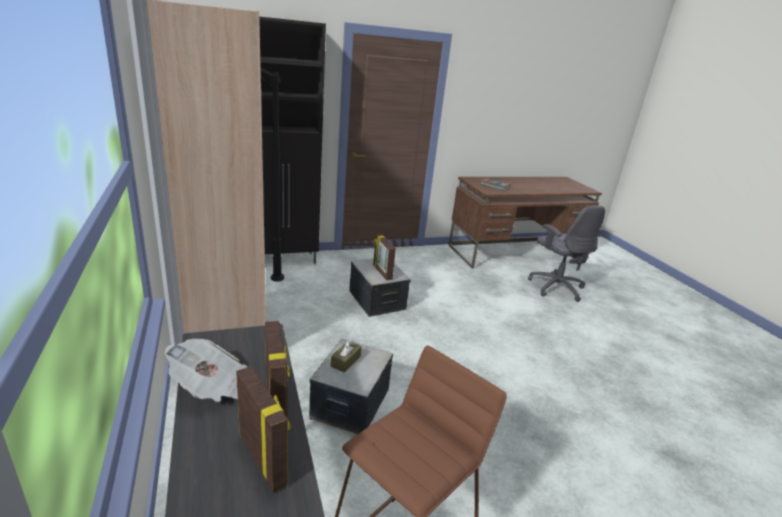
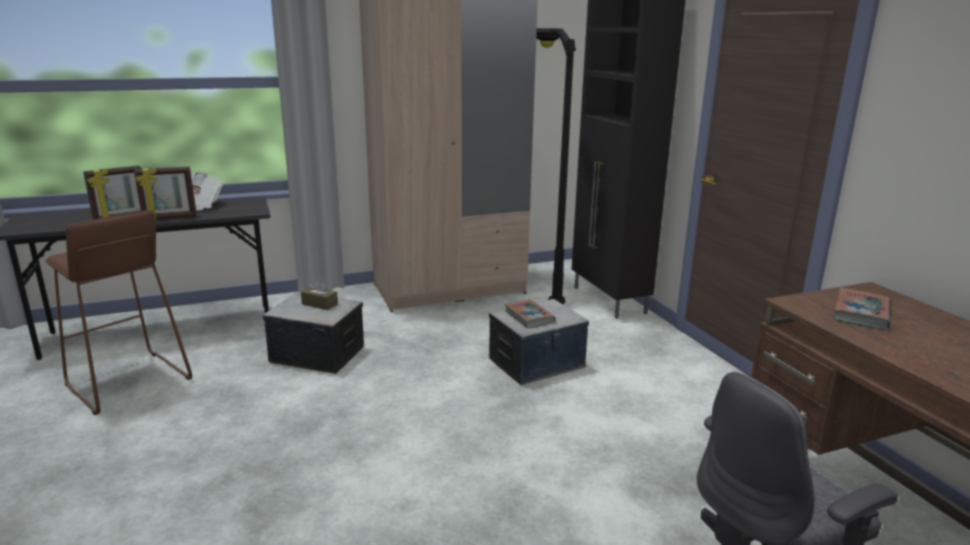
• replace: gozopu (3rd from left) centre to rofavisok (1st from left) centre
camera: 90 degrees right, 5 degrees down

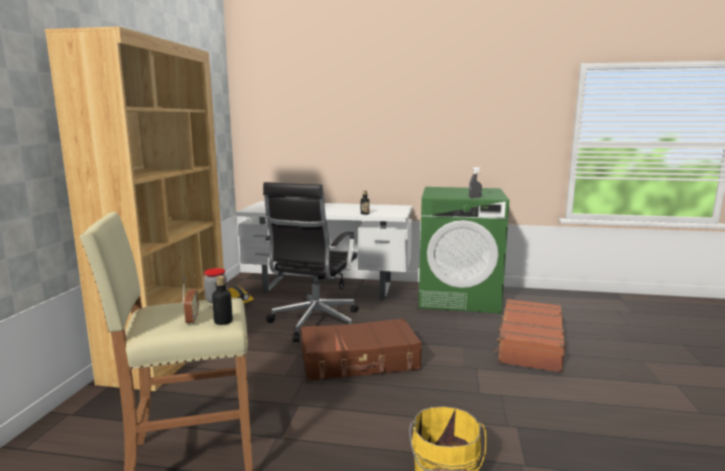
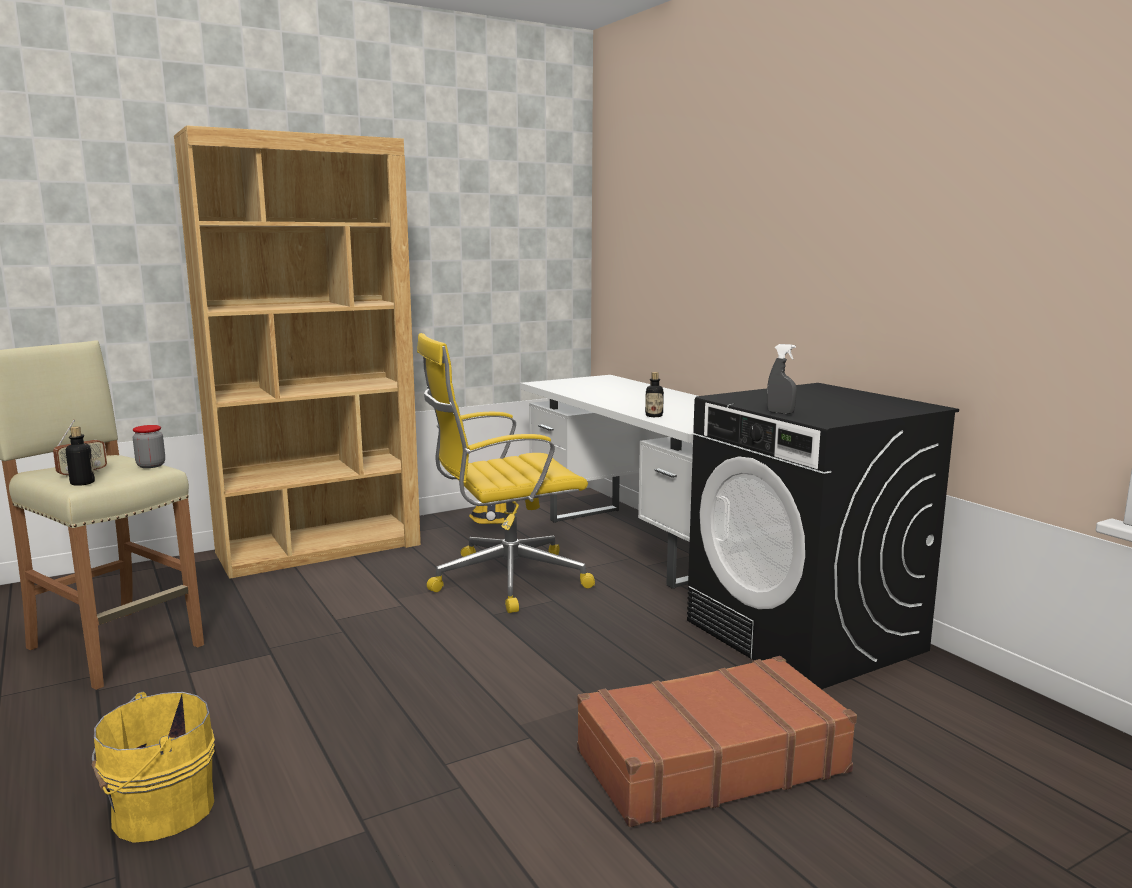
• recolor: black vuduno centre to yellow vuduno centre
• recolor: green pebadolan centre to black pebadolan middle right
• delete: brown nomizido (1st from left) bottom centre
camera: 50 degrees right, 0 degrees up

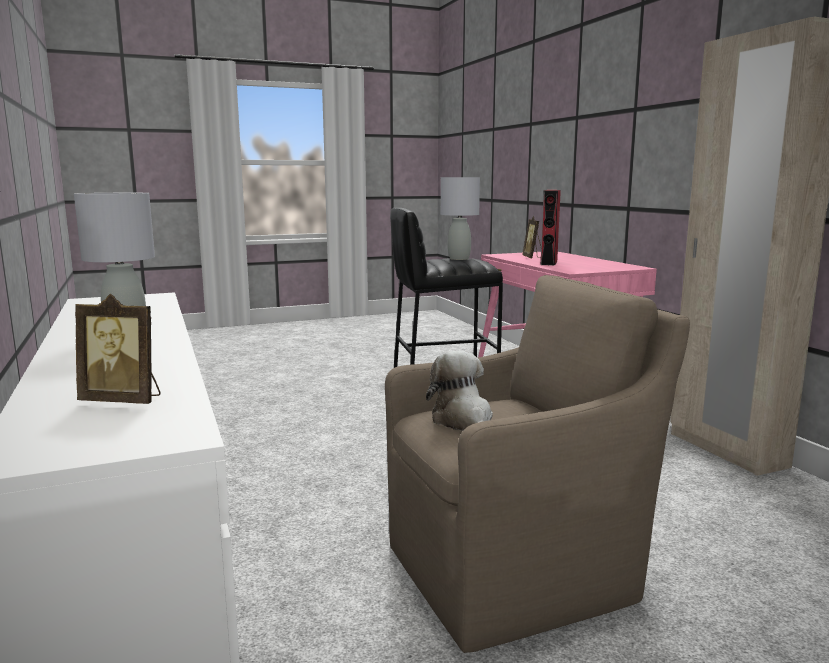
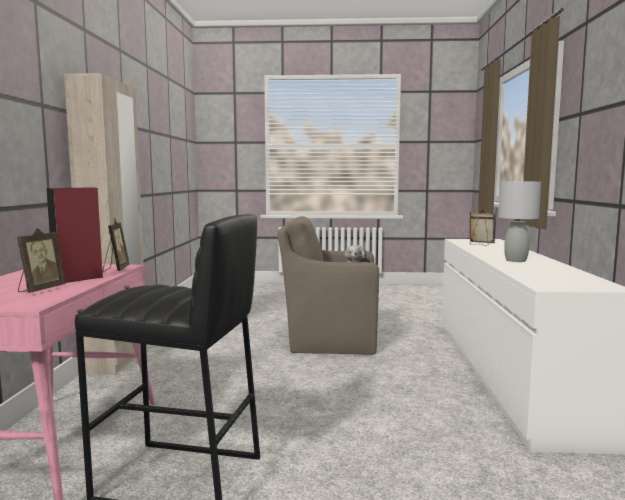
• delete: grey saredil (2nd from left) top centre
• insert: gozopu (2nd from left) middle left
camera: 155 degrees left, 5 degrees down

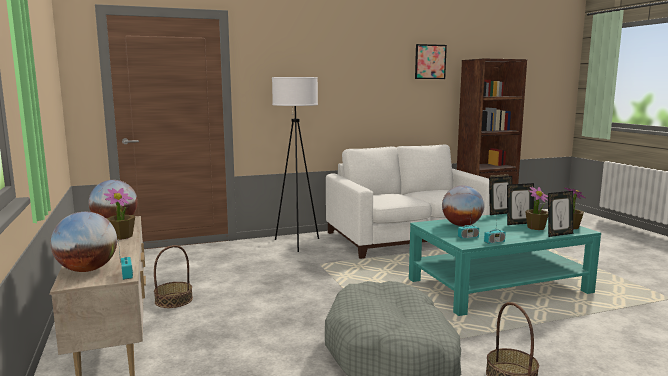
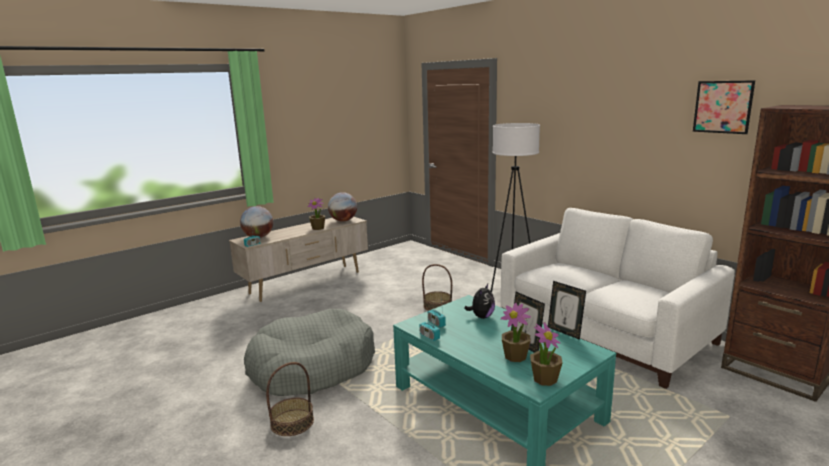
• replace: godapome (3rd from left) middle right to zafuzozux centre
• delete: gozopu (3rd from left) middle right
• move: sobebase (1st from left in the first image) bottom left to sobebase (2nd from left) centre
camera: 70 degrees right, 5 degrees up

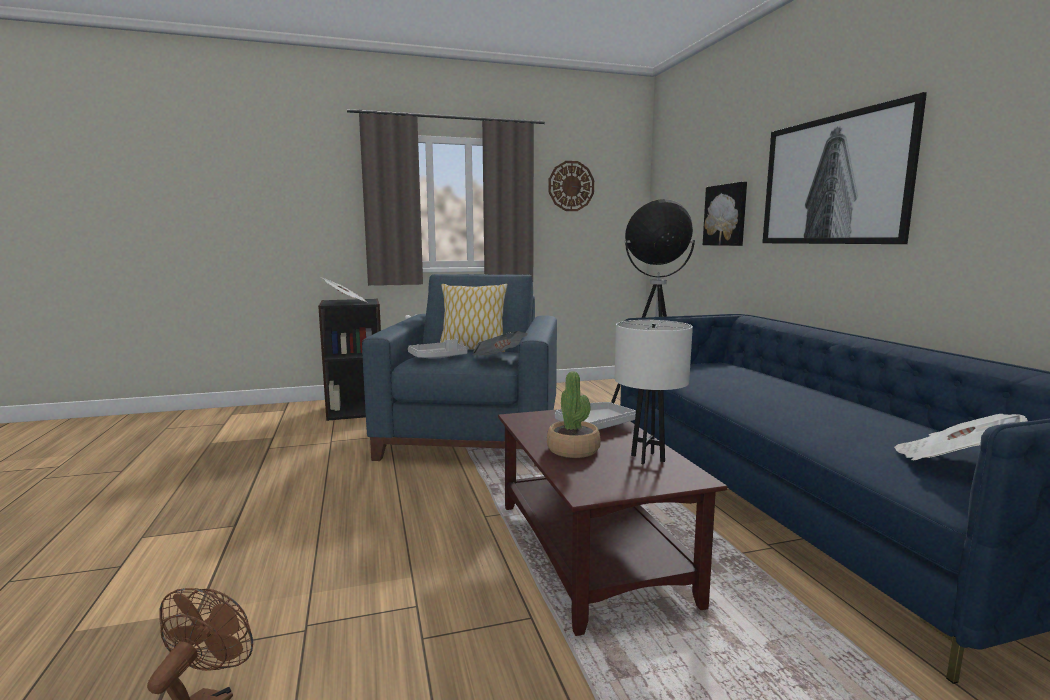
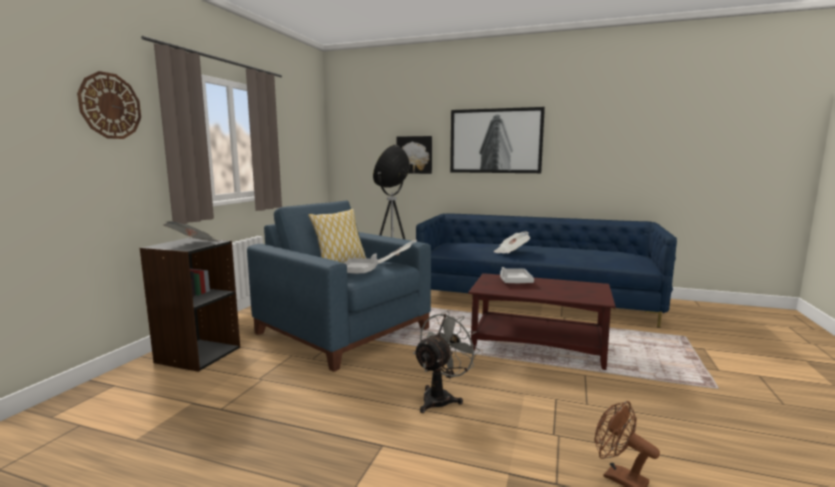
• move: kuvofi top centre to top left
• delete: white saredil centre
• delete: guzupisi centre
• move: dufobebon (3rd from left) middle right to centre
• insert: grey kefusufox bottom centre
camera: 55 degrees left, 0 degrees up

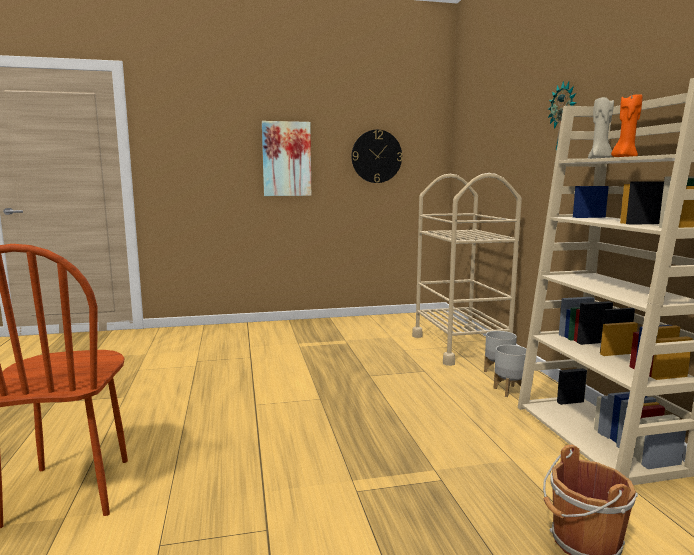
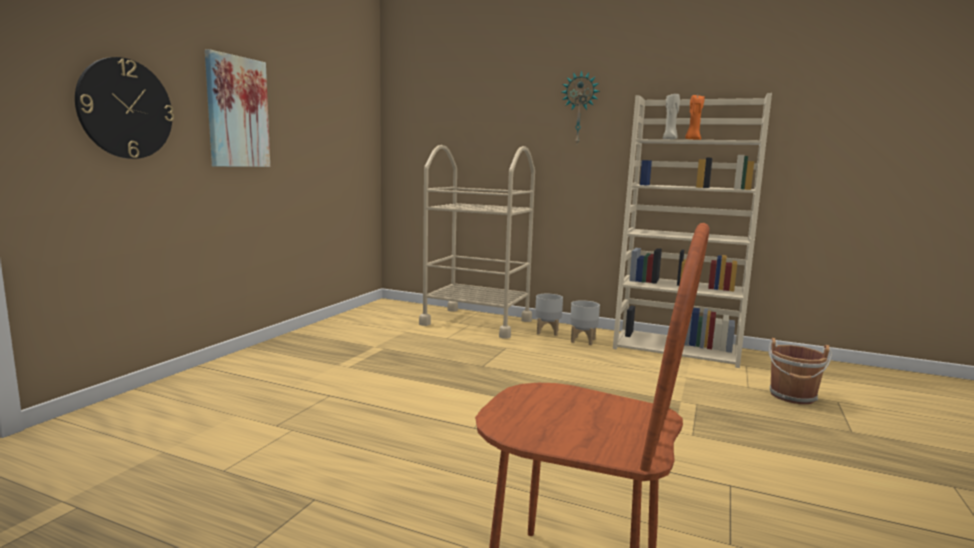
• move: kuvofi (1st from left) top centre to top left
camera: 55 degrees left, 0 degrees up

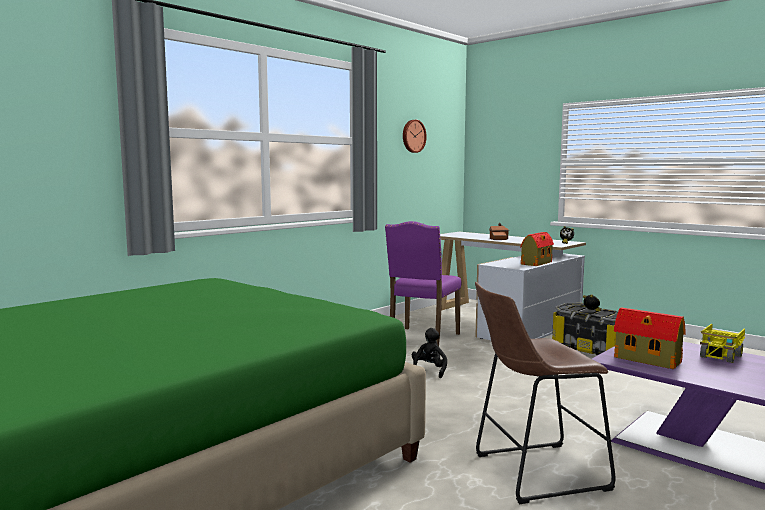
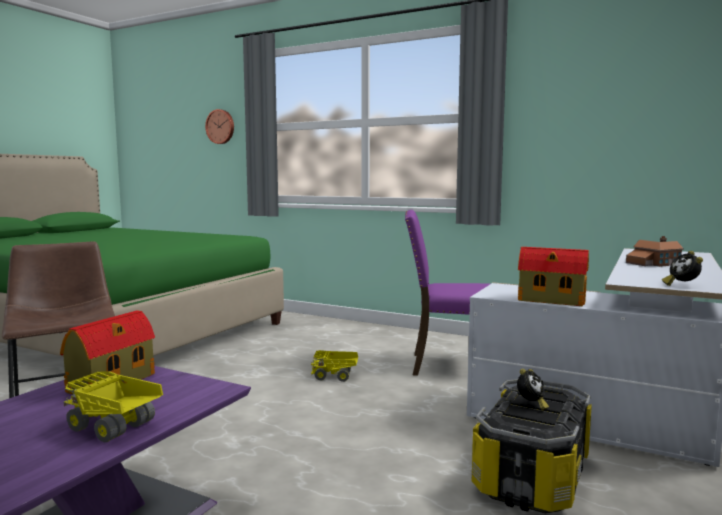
• move: kuvofi top centre to top left
• replace: black zafuzozux bottom centre to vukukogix (2nd from left) bottom centre
camera: 75 degrees right, 0 degrees up

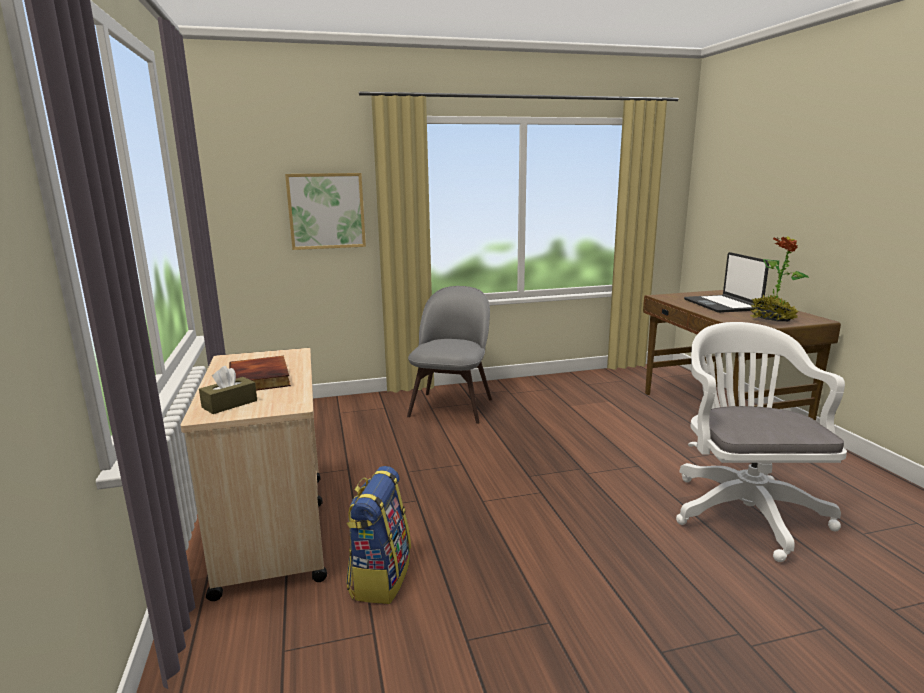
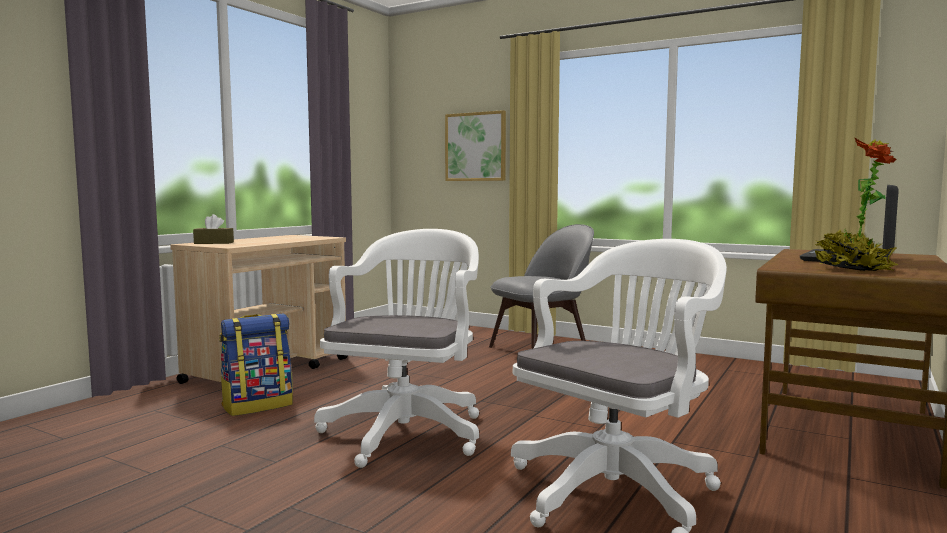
• delete: rofavisok middle left
• insert: white vuduno (1st from left) centre
camera: 45 degrees right, 10 degrees down

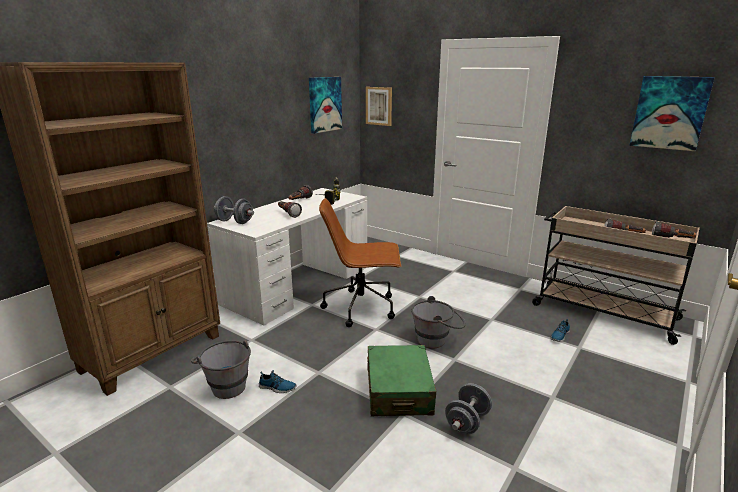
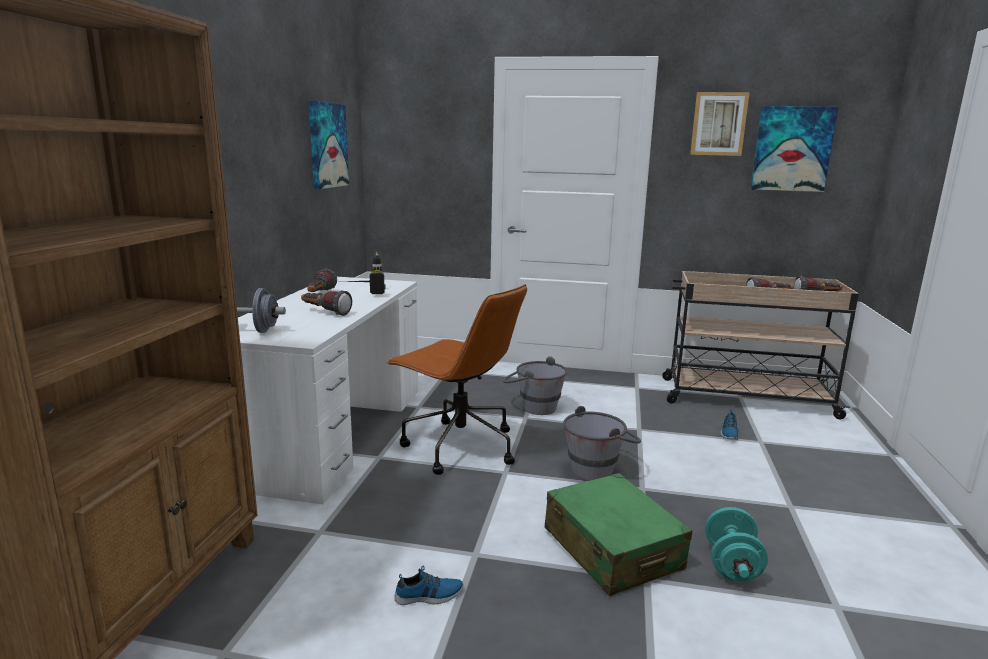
• move: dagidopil (2nd from left) top centre to top right
• rotate: brown vuduno centre = centre 120 degrees counterclockwise
• move: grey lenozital (1st from left) bottom left to centre
• recolor: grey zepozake (2nd from left) bottom centre to turquoise zepozake bottom right
camera: 25 degrees left, 5 degrees down

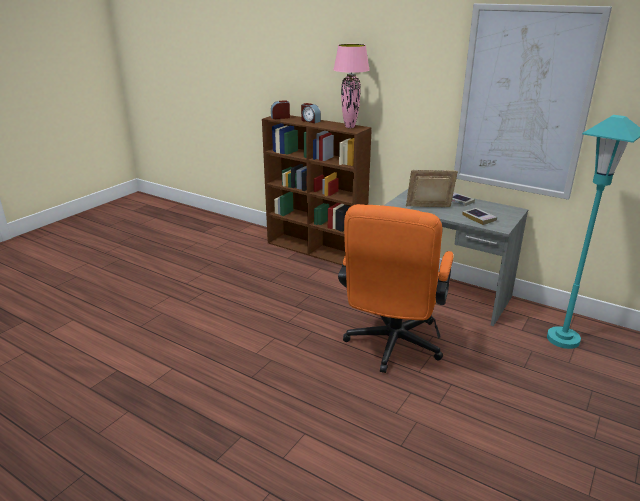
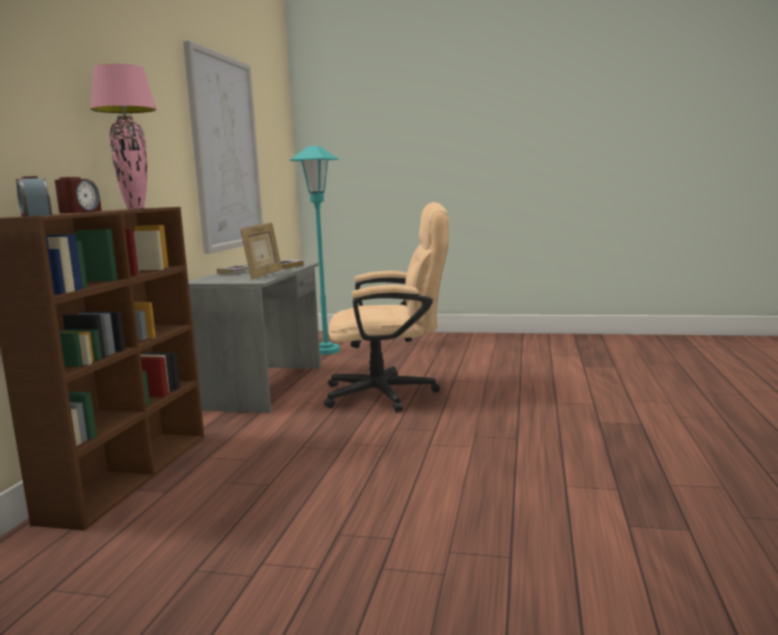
• rotate: gozopu middle right = centre 135 degrees counterclockwise
• recolor: orange vuduno centre to beige vuduno centre
camera: 110 degrees left, 15 degrees down

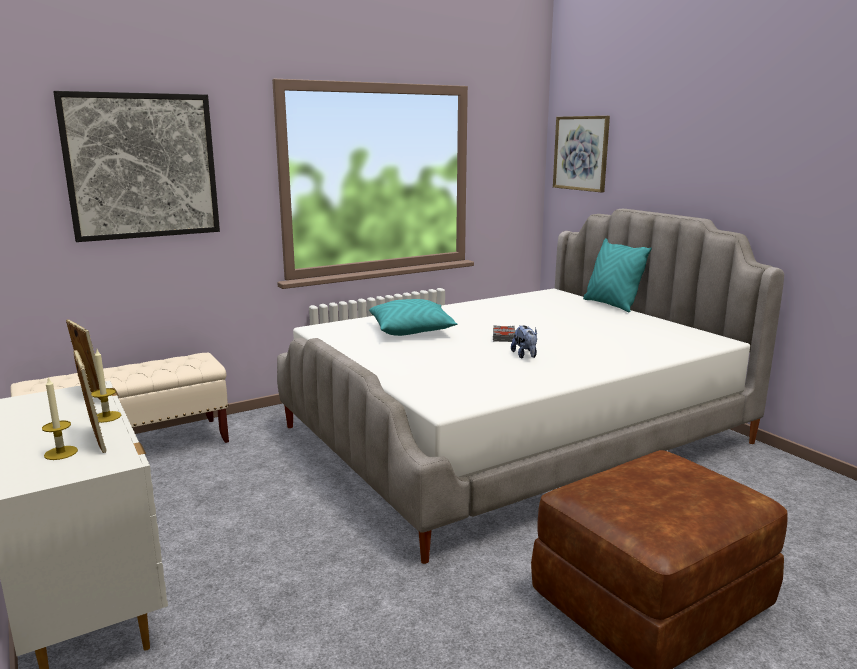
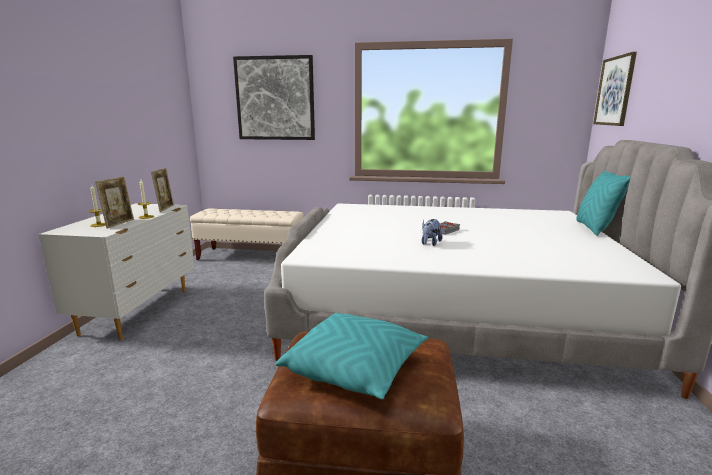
• move: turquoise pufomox (1st from left) centre to bottom centre
camera: 40 degrees right, 0 degrees up

